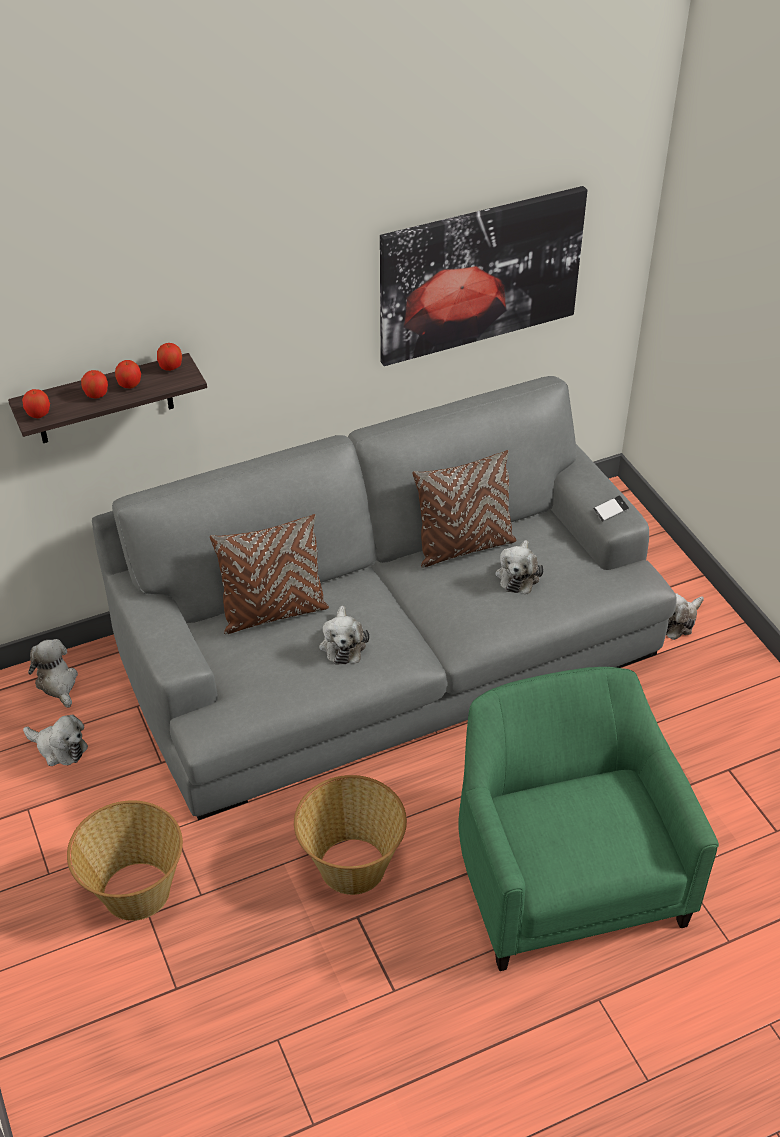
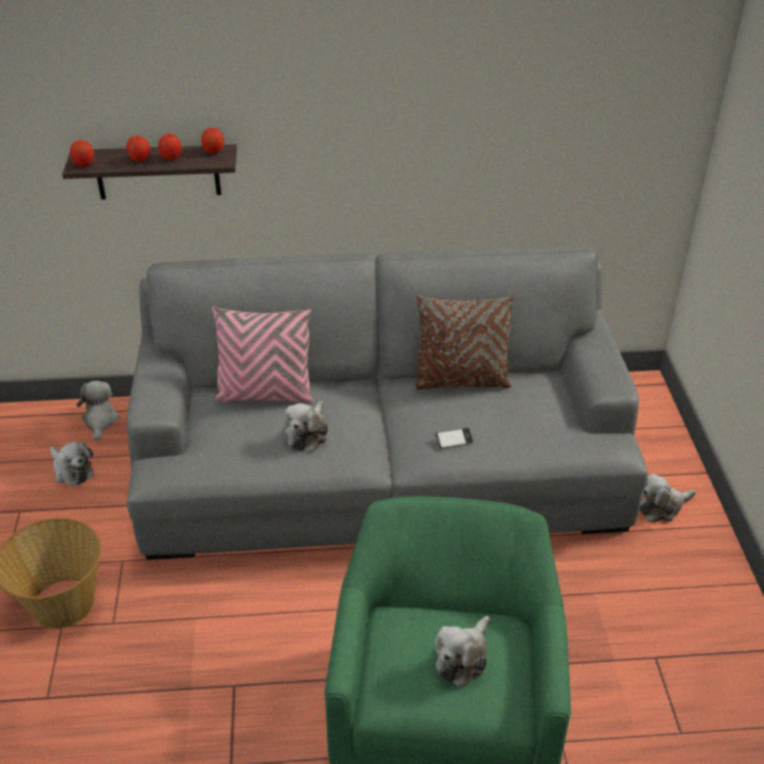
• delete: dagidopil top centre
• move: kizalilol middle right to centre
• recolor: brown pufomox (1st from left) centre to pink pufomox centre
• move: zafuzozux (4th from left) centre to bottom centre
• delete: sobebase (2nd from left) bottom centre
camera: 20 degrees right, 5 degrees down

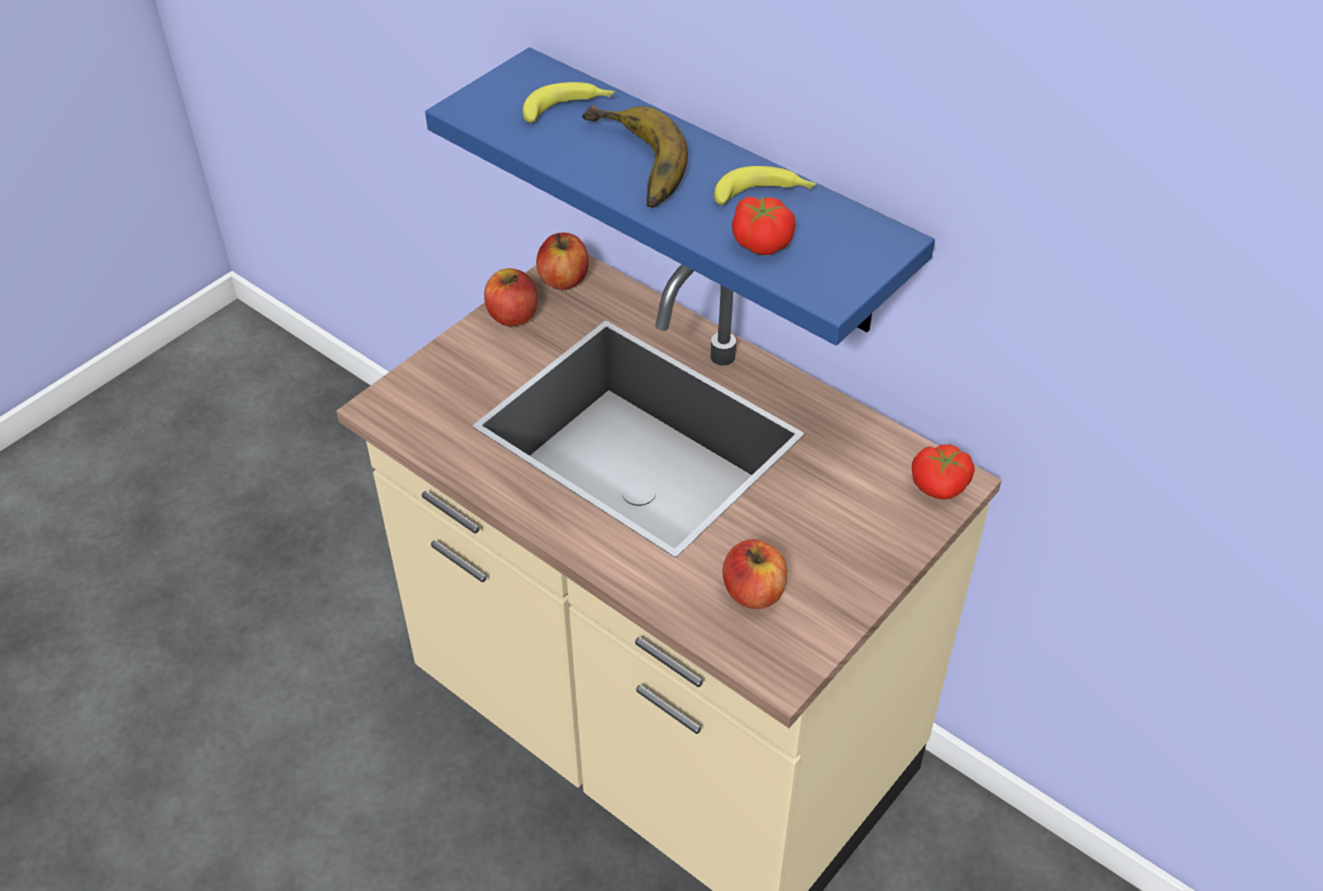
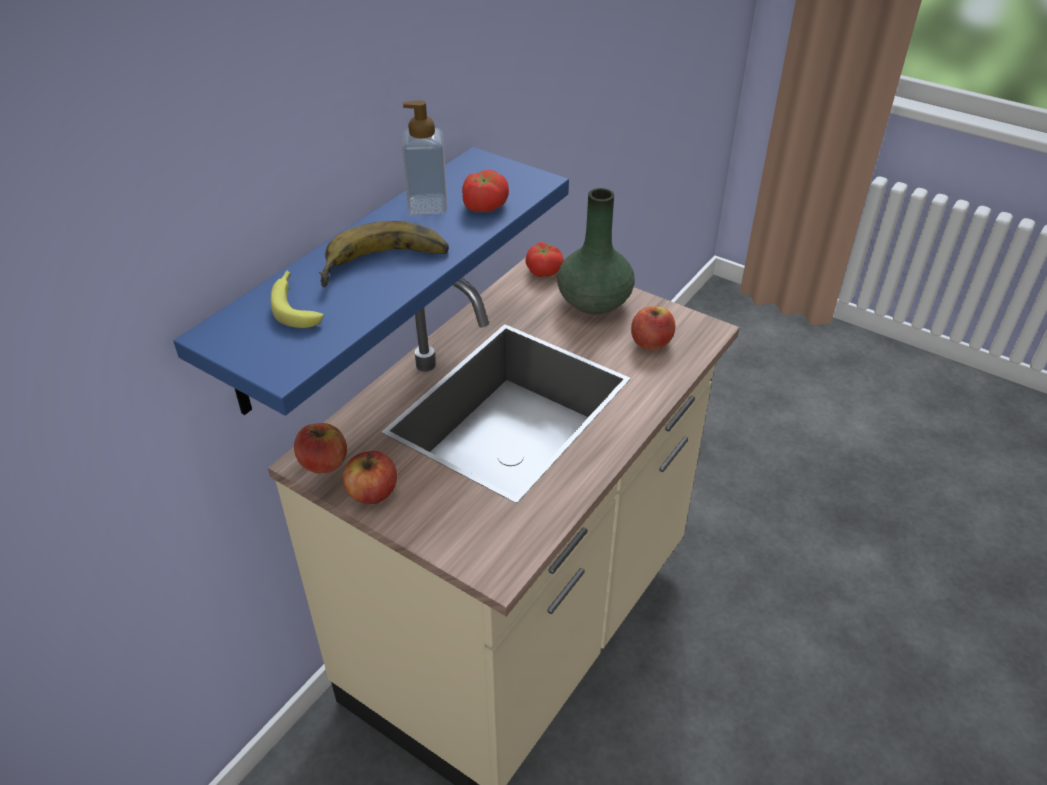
• replace: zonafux (3rd from left) top centre to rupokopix top centre
• insert: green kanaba top centre
camera: 95 degrees left, 5 degrees down

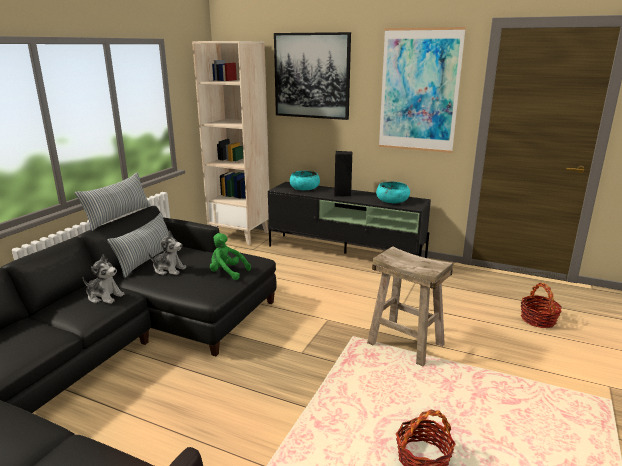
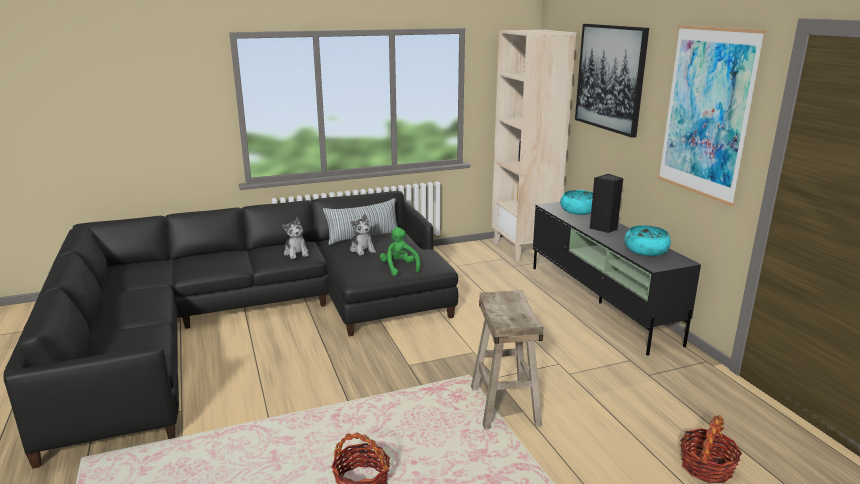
• delete: pufomox (1st from left) middle left
camera: 45 degrees right, 0 degrees up

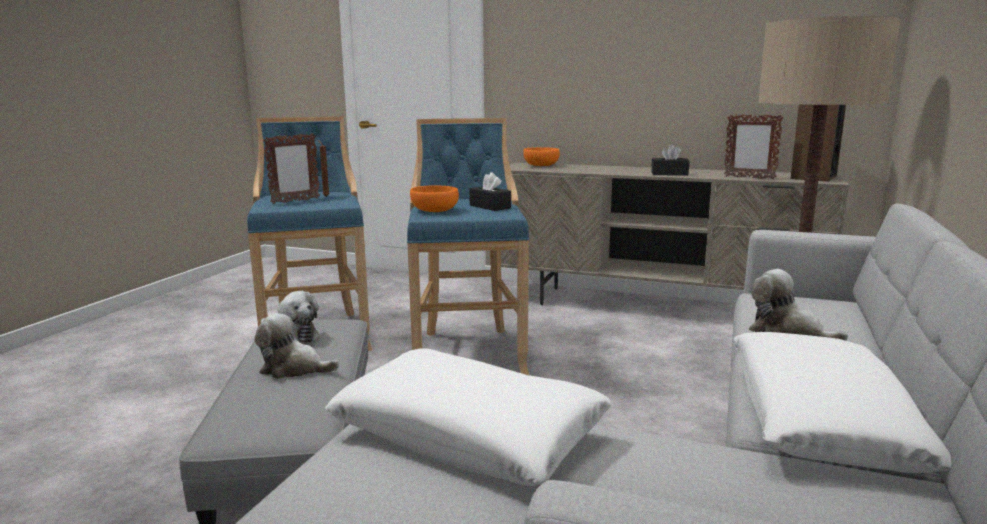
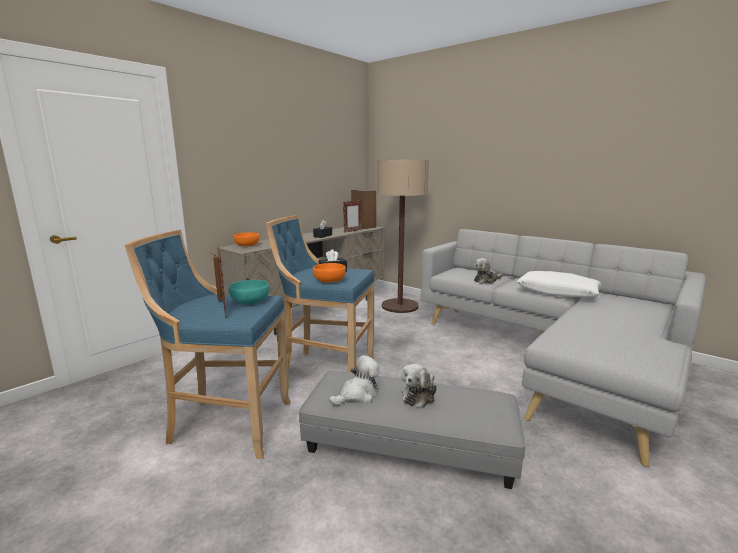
• delete: white pufomox (1st from left) bottom centre
• insert: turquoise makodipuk centre
camera: 70 degrees left, 0 degrees up

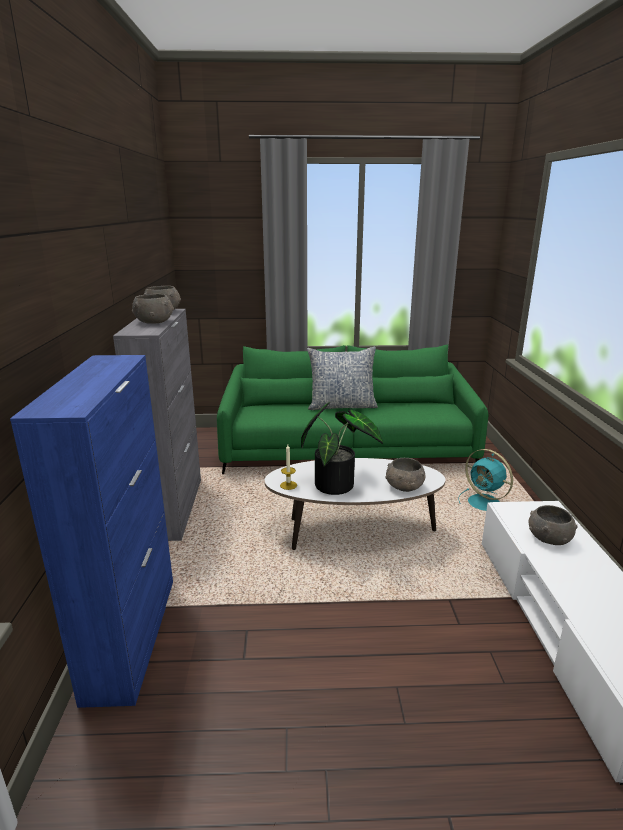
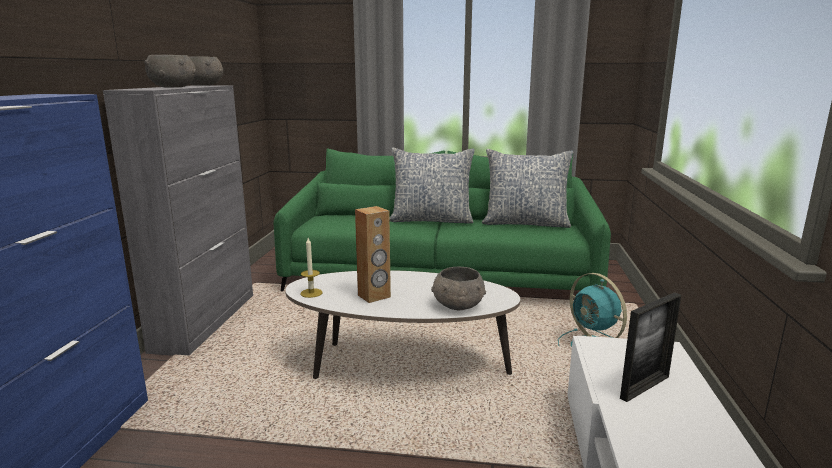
• replace: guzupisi centre to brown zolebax centre
• replace: grey makodipuk (4th from left) middle right to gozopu bottom right
• insert: pufomox (2nd from left) centre
camera: 10 degrees right, 5 degrees down

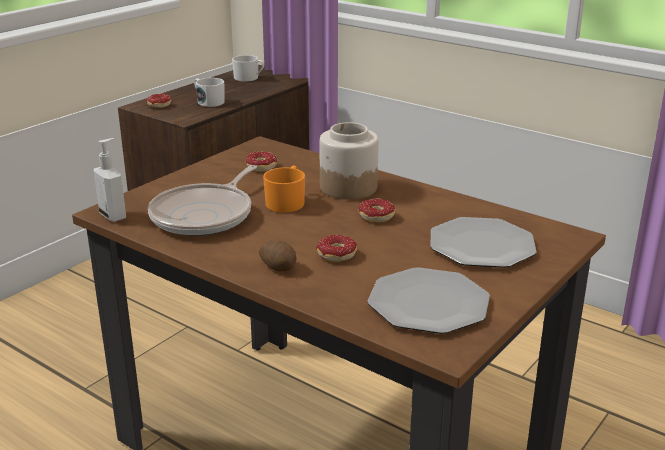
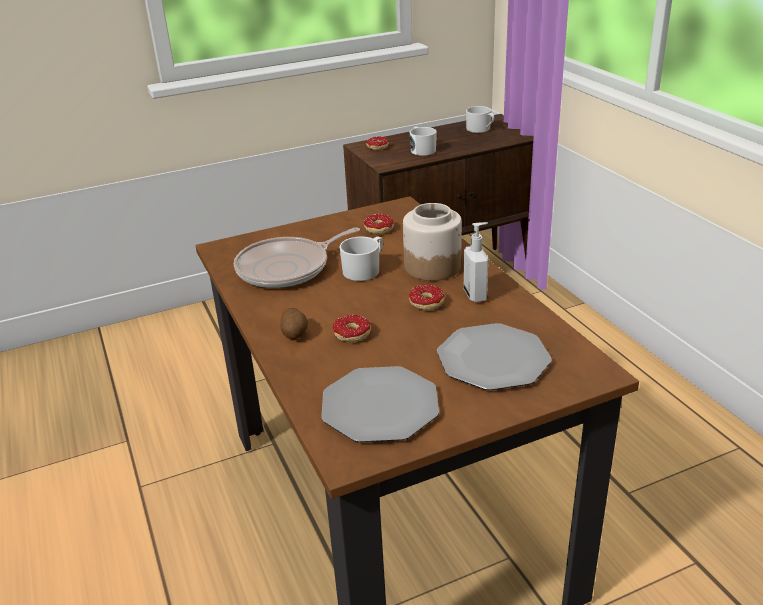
• move: rupokopix middle left to centre
• recolor: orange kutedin centre to white kutedin (1st from left) centre
camera: 30 degrees right, 5 degrees up

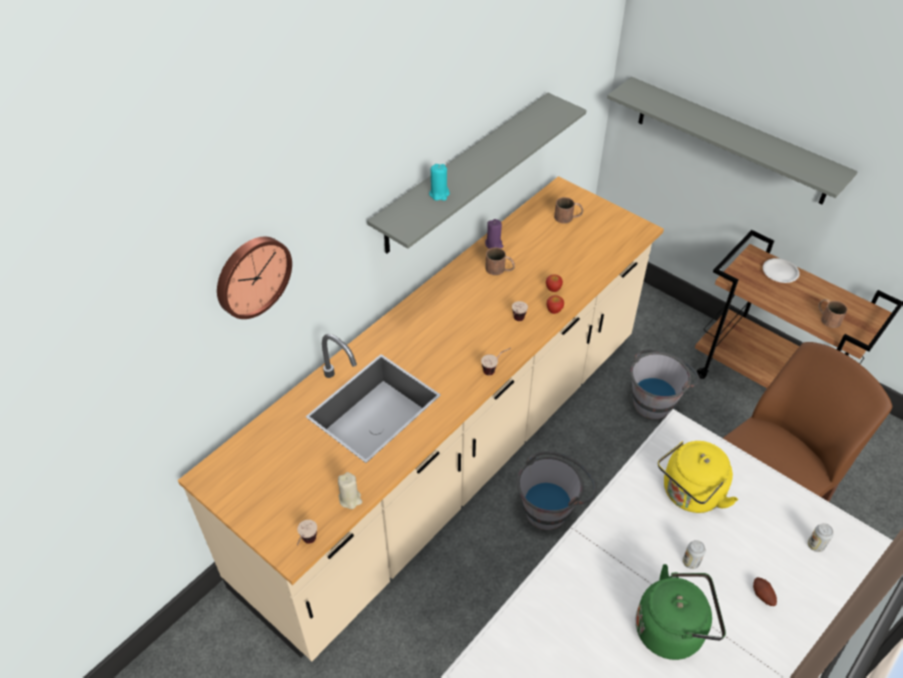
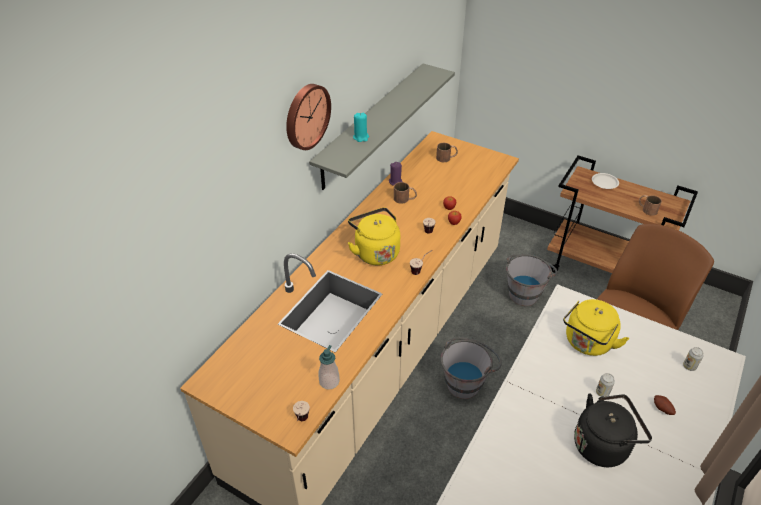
• delete: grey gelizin (2nd from left) top right
• move: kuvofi middle left to top centre
• replace: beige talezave bottom centre to rupokopix bottom centre
• recolor: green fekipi bottom right to black fekipi bottom right
• insert: yellow fekipi (1st from left) centre
camera: 10 degrees left, 5 degrees down

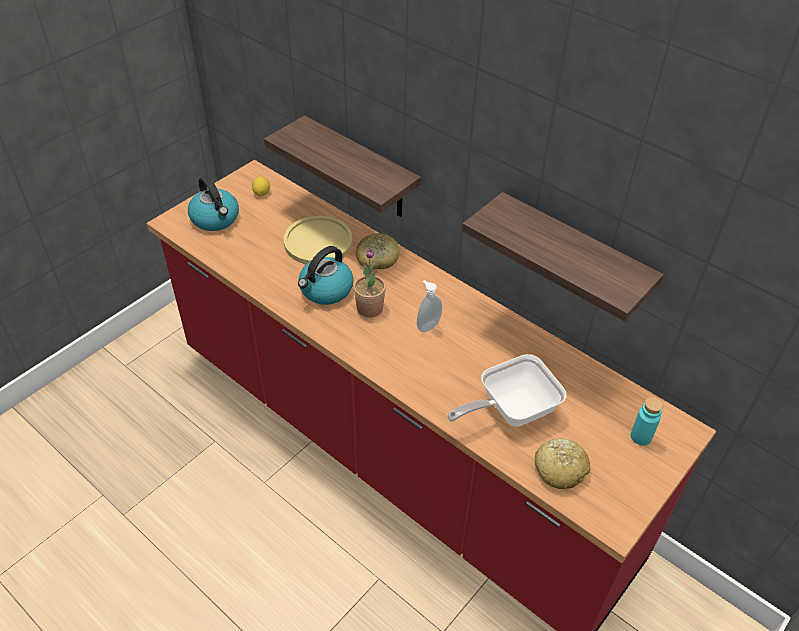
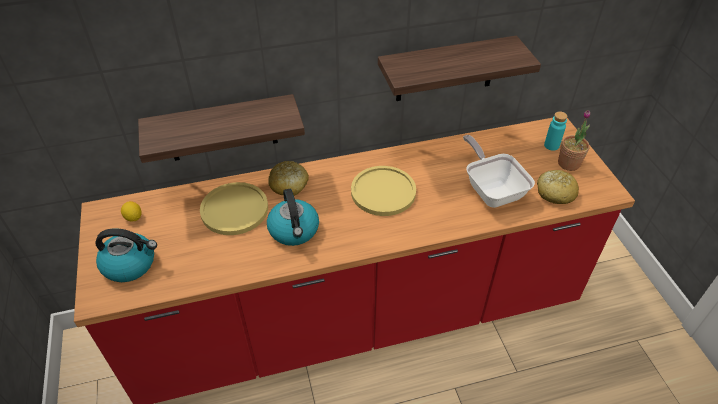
• move: guzupisi centre to middle right
• replace: rupokopix centre to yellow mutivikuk (2nd from left) centre
• rotate: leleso centre = middle right 150 degrees clockwise
camera: 55 degrees left, 0 degrees up

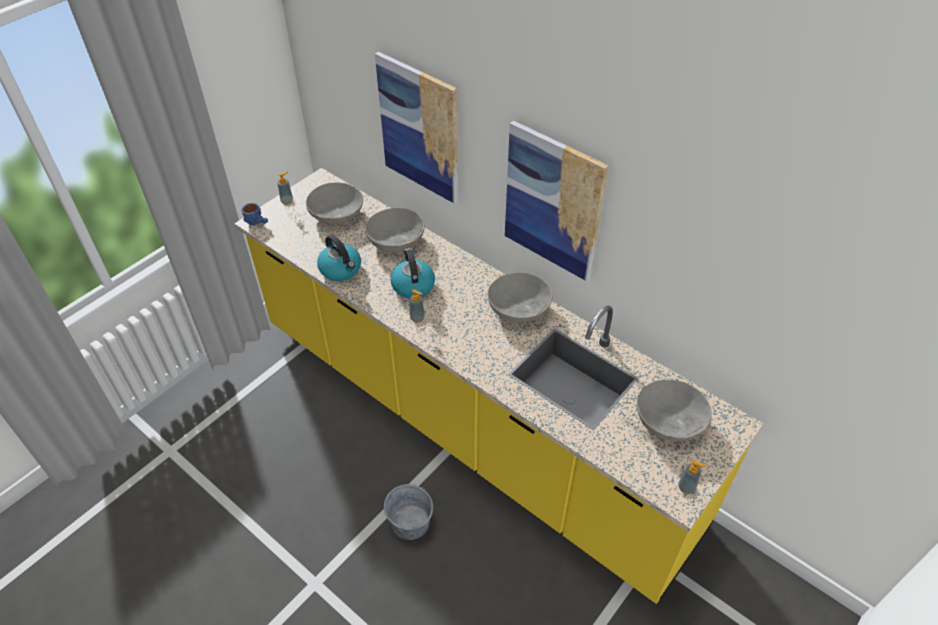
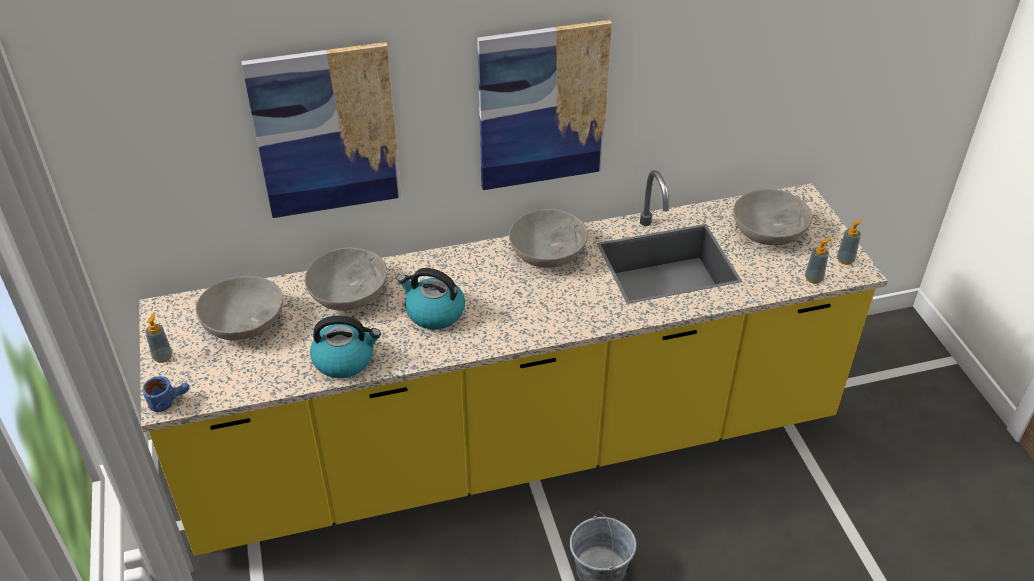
• move: rupokopix (2nd from left) centre to middle right
camera: 55 degrees left, 5 degrees down

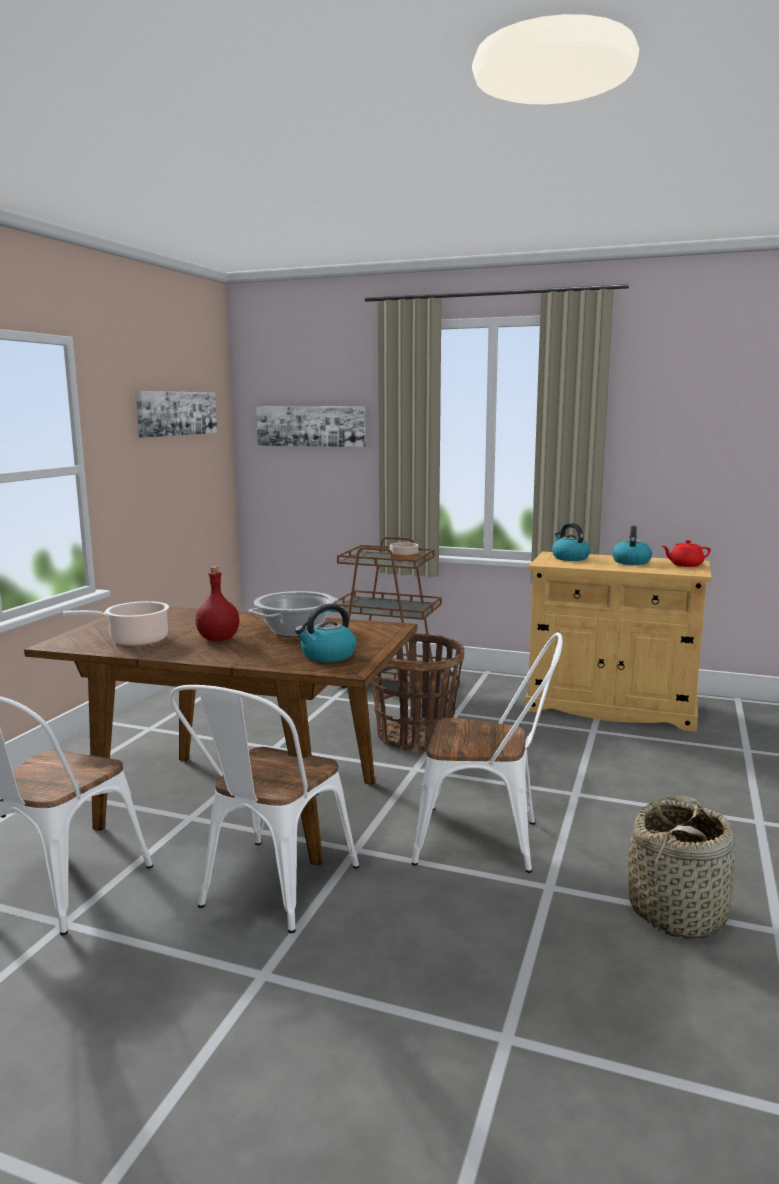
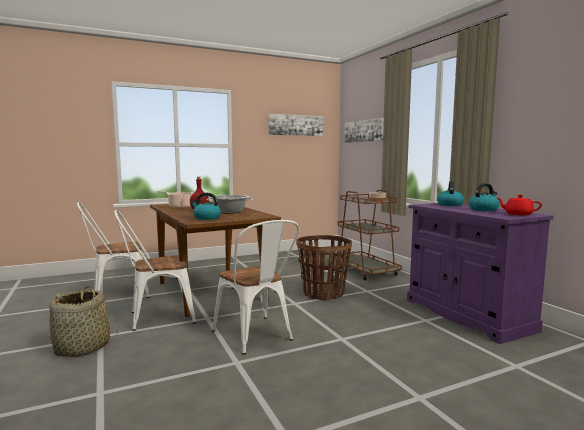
• recolor: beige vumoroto middle right to purple vumoroto middle right
• move: sobebase (2nd from left in the first image) bottom right to sobebase (1st from left) bottom left
camera: 45 degrees right, 5 degrees down

